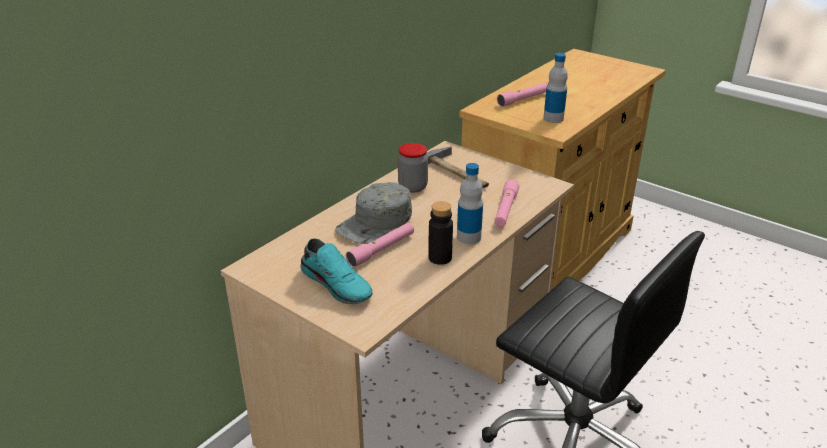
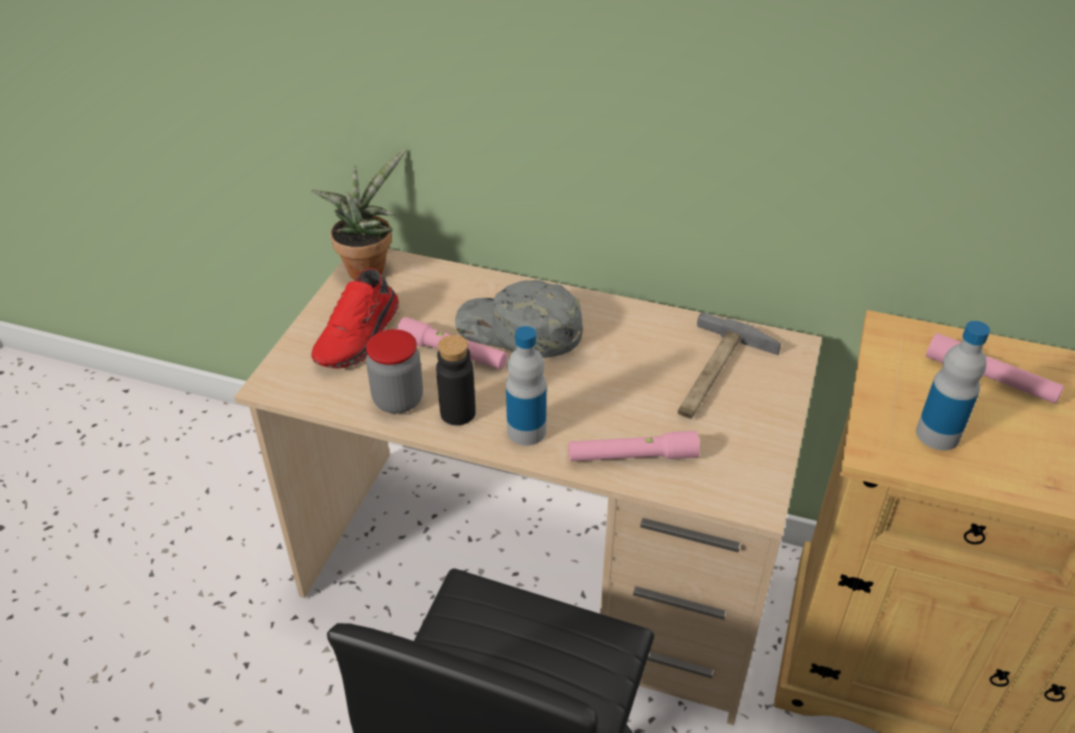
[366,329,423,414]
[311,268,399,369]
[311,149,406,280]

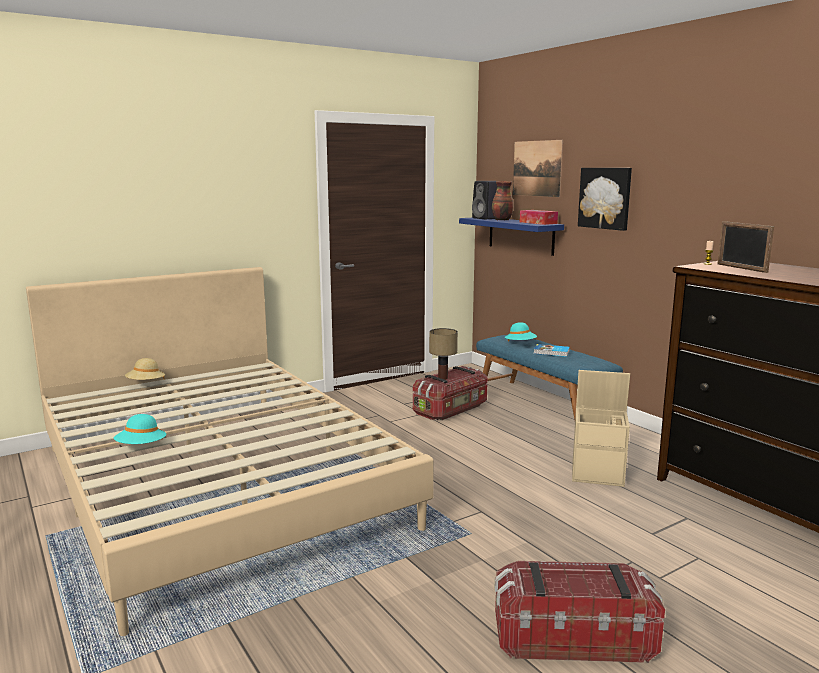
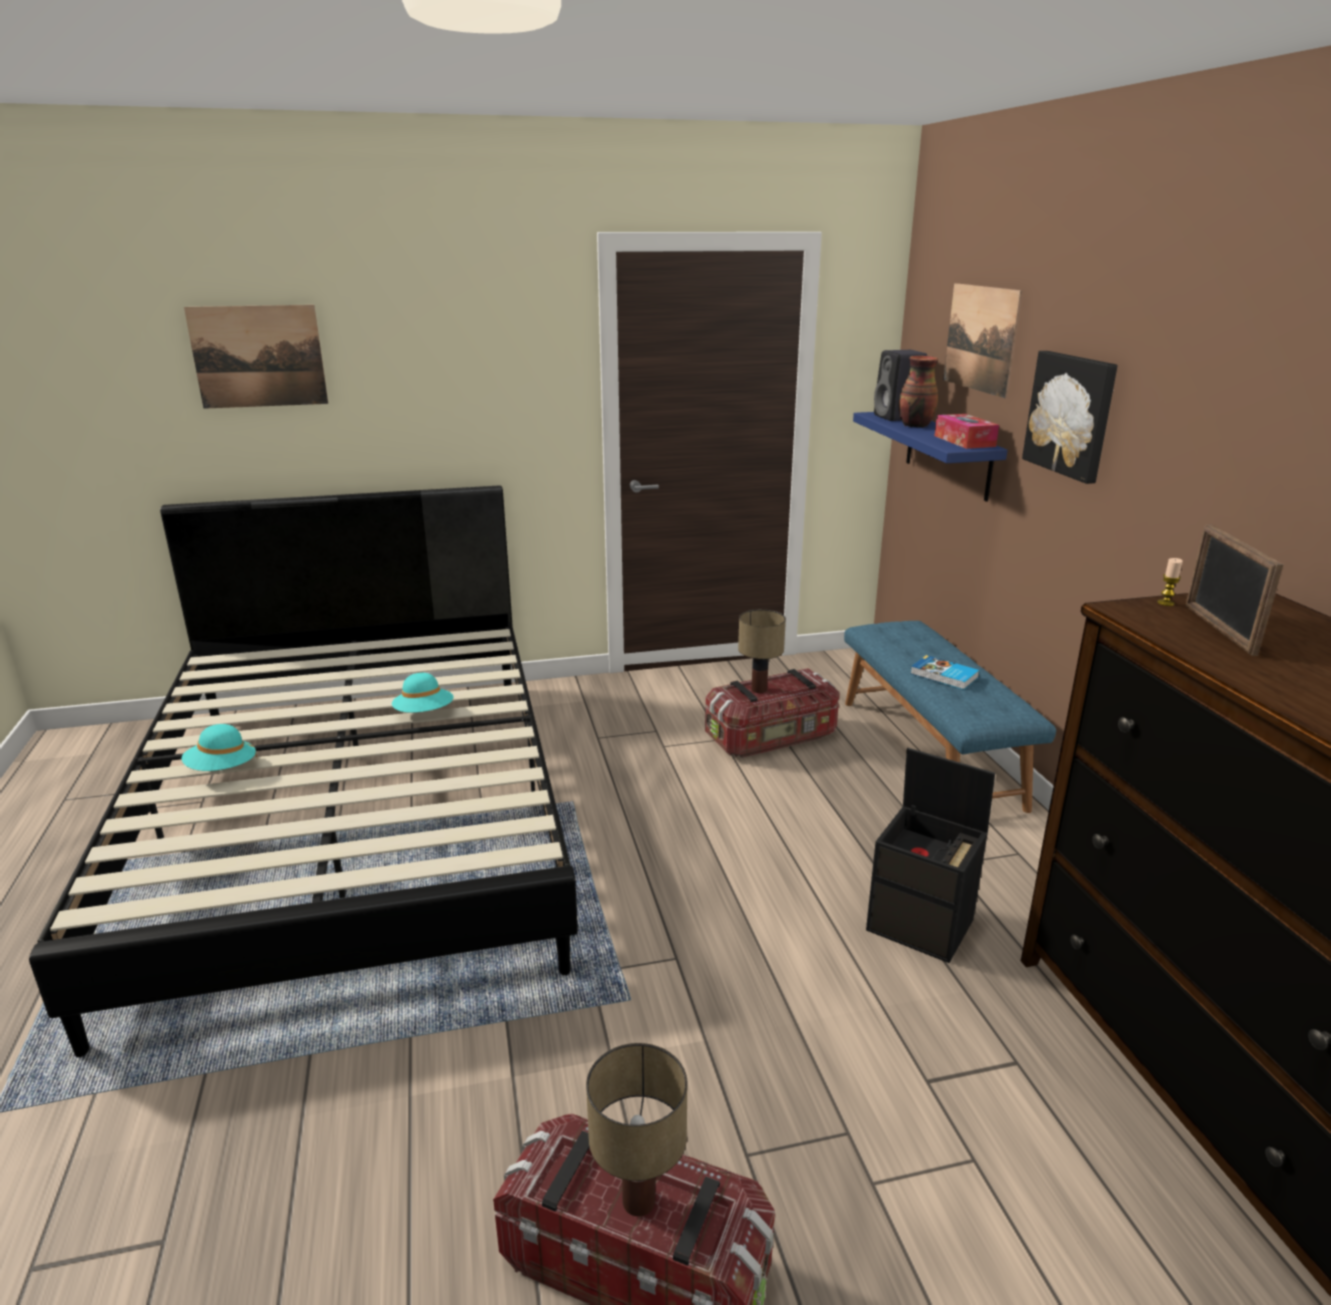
[29,485,578,1057]
[392,673,453,713]
[125,358,165,380] (first image)
[866,748,995,963]
[184,305,328,409]
[586,1043,688,1216]

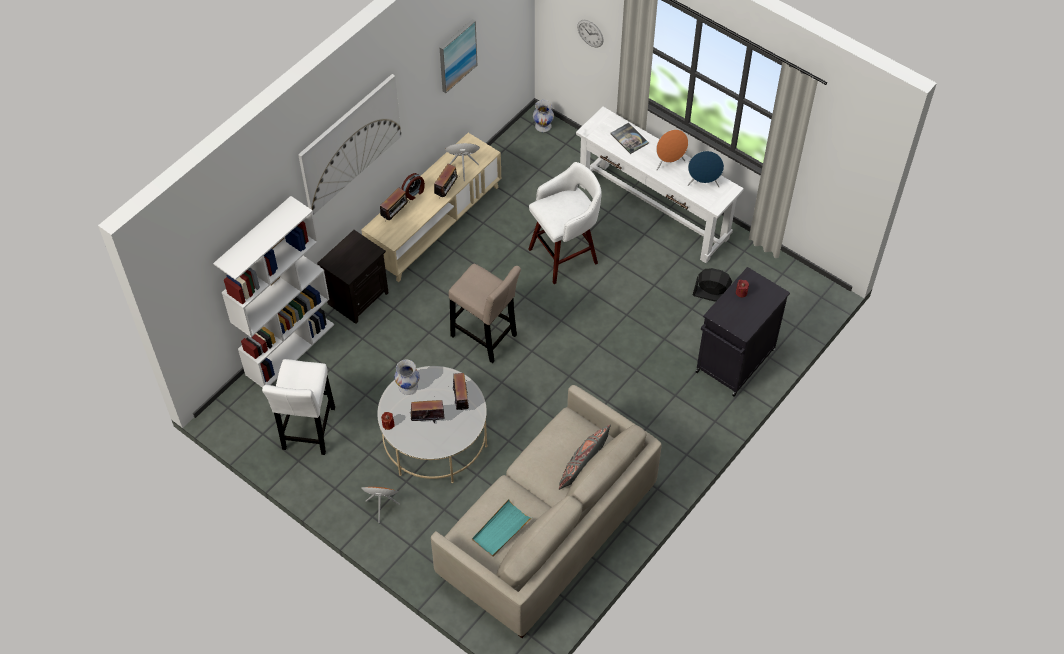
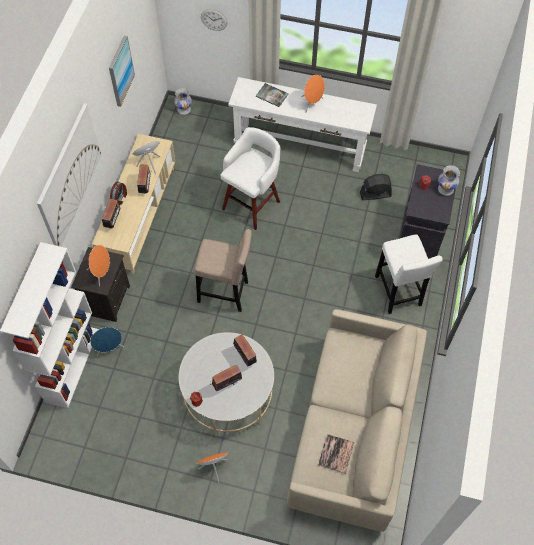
[90,327,124,356]
[375,234,443,314]
[438,165,460,196]
[559,425,611,490] (first image)
[318,434,354,474]
[87,245,111,287]

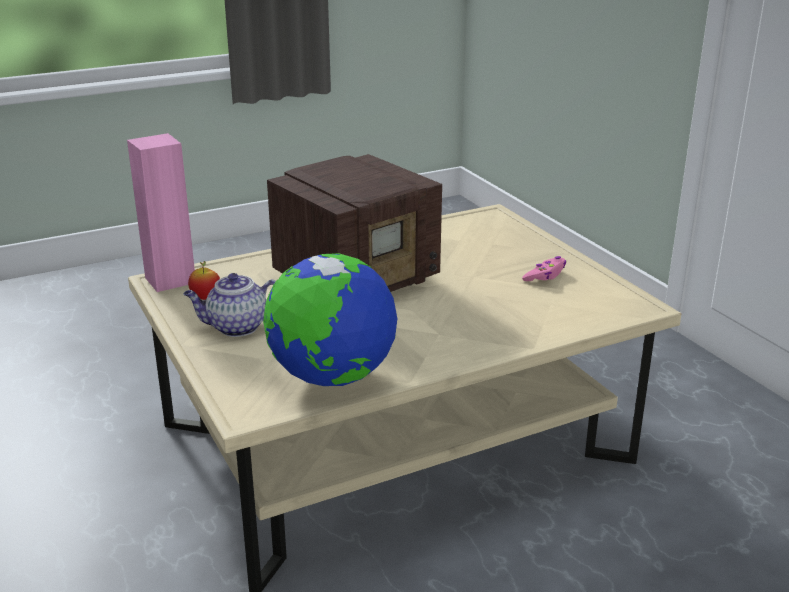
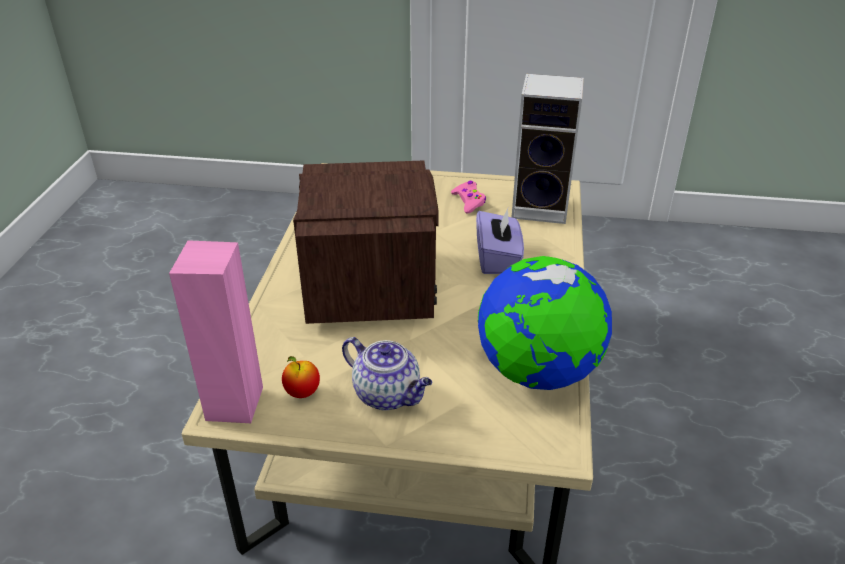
[342,337,432,410]
[512,74,584,224]
[476,208,524,274]

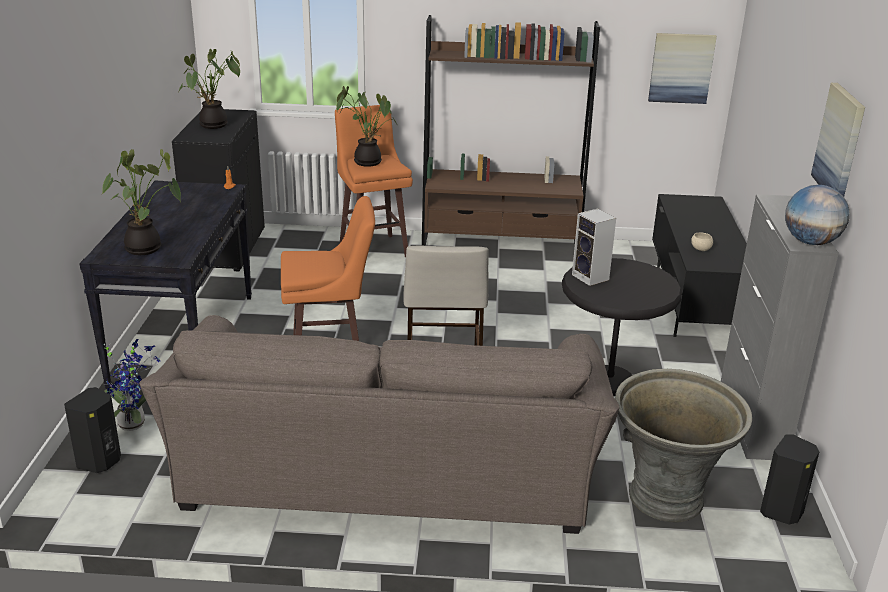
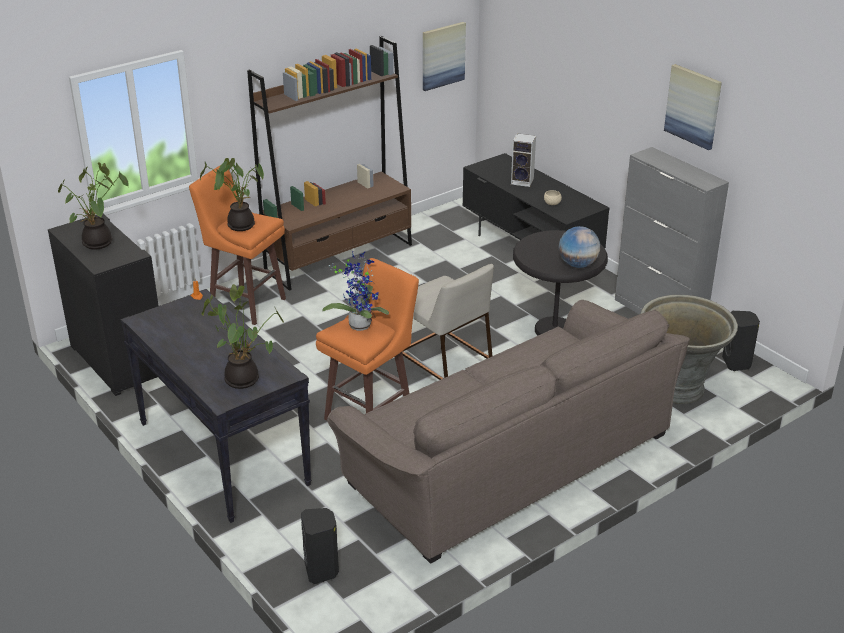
[559,226,600,268]
[511,133,536,187]
[322,252,389,331]

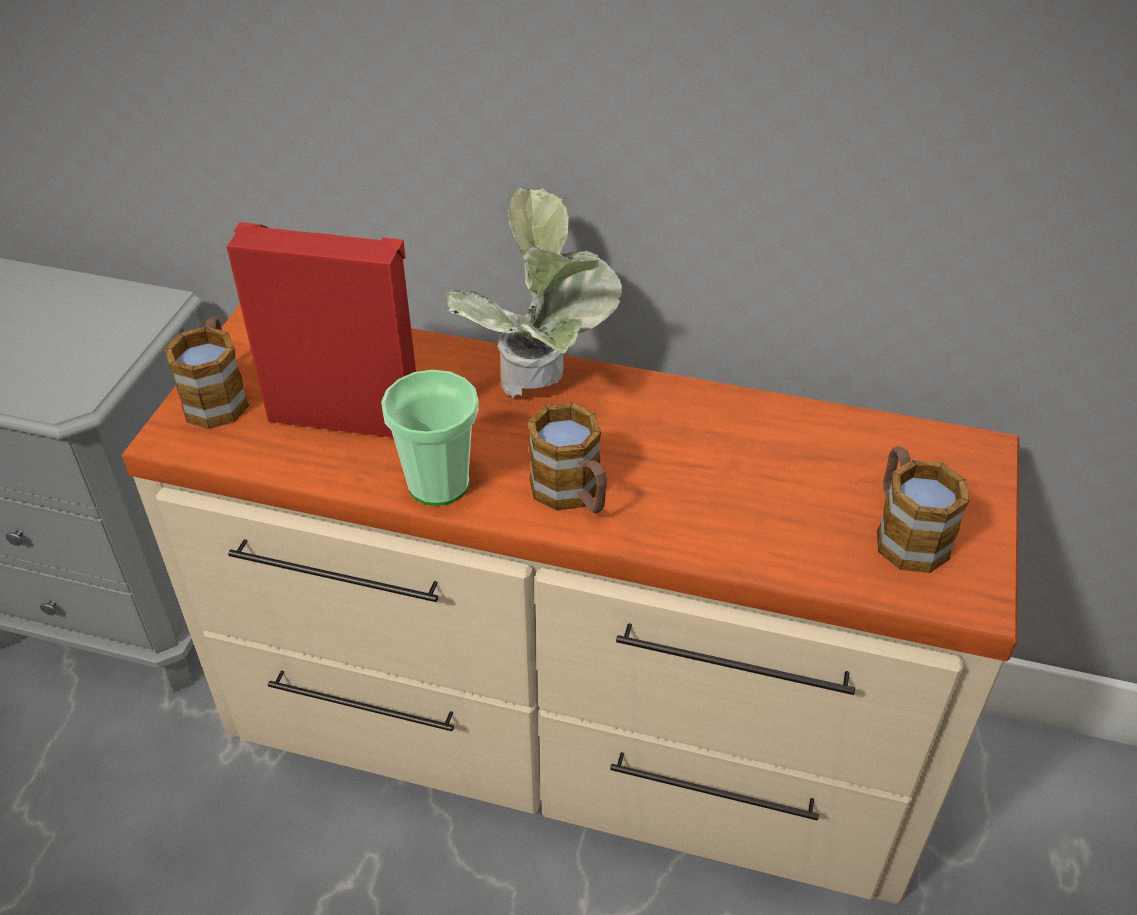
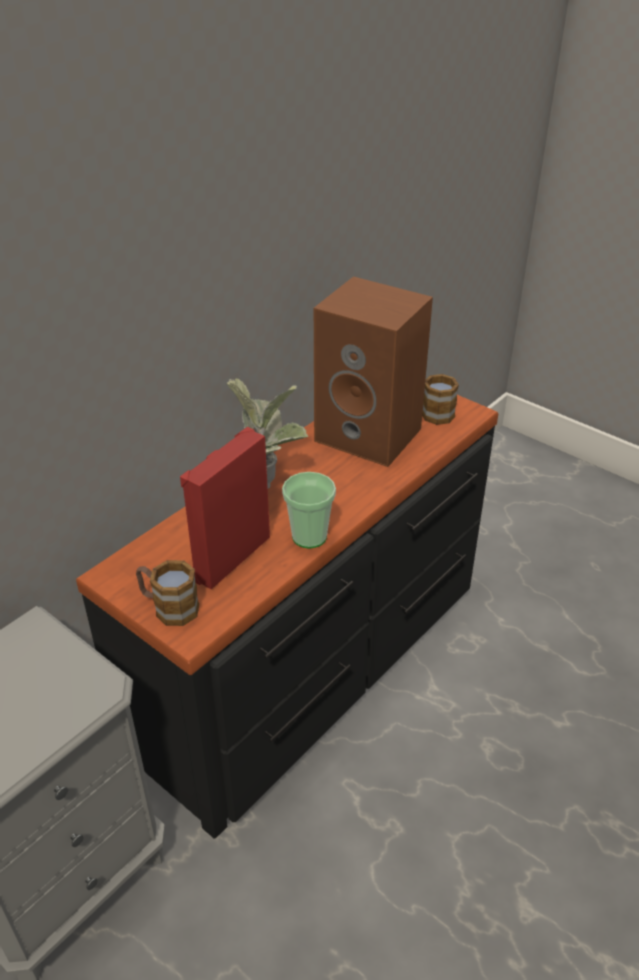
[76,395,498,839]
[528,402,607,513] (first image)
[314,277,433,467]

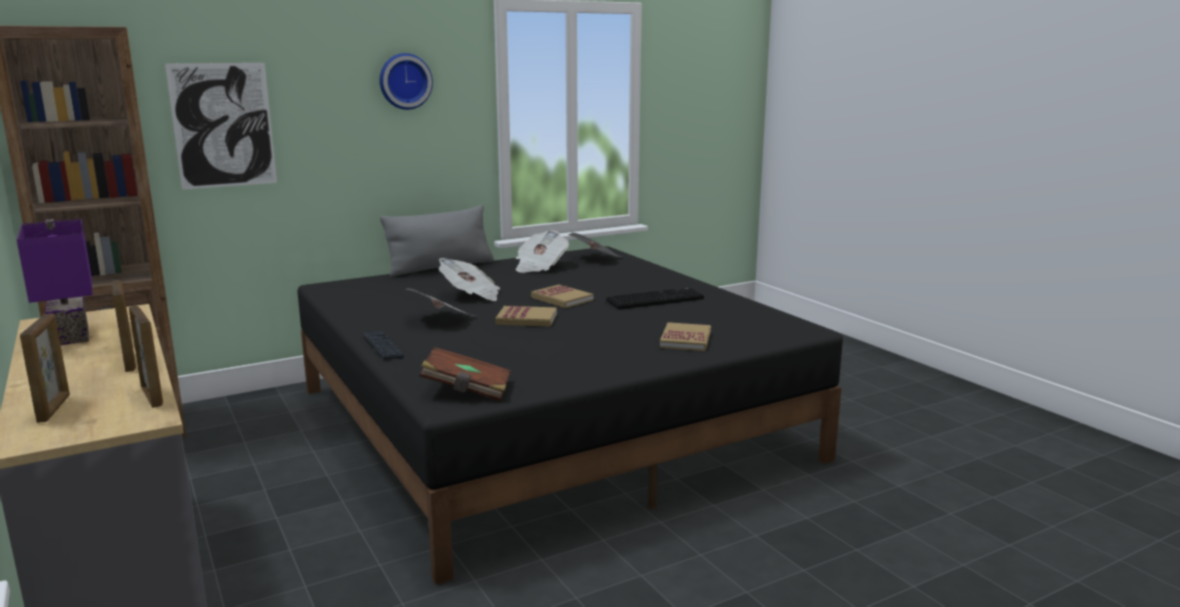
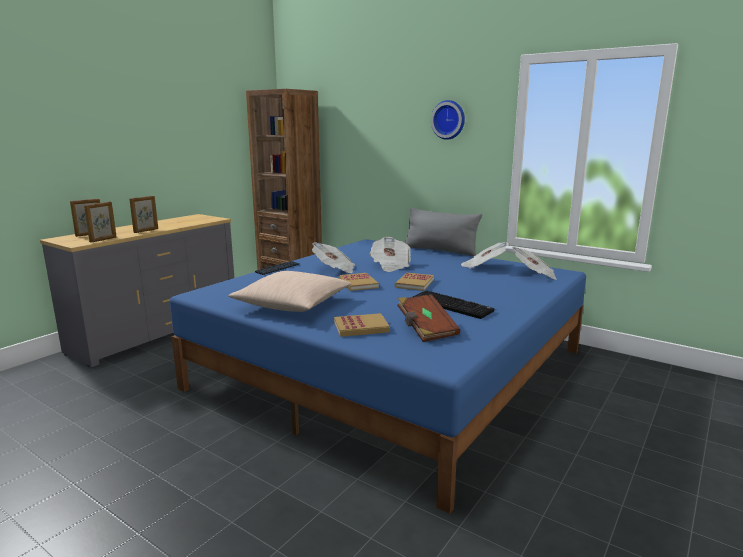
[165,63,277,190] (first image)
[17,219,93,345] (first image)
[170,239,586,514]
[397,294,460,342]
[229,271,351,312]

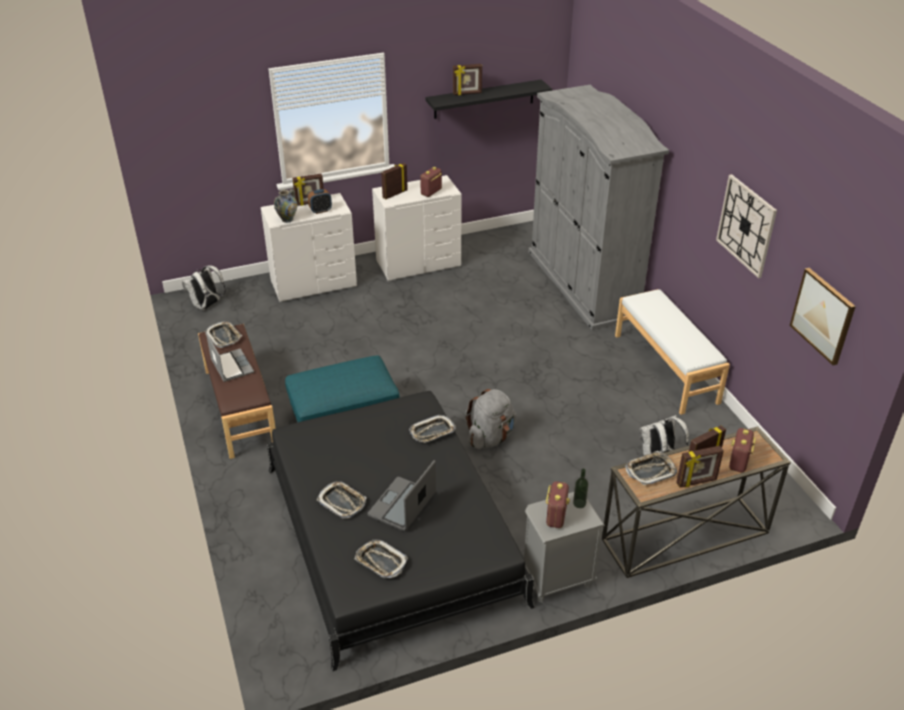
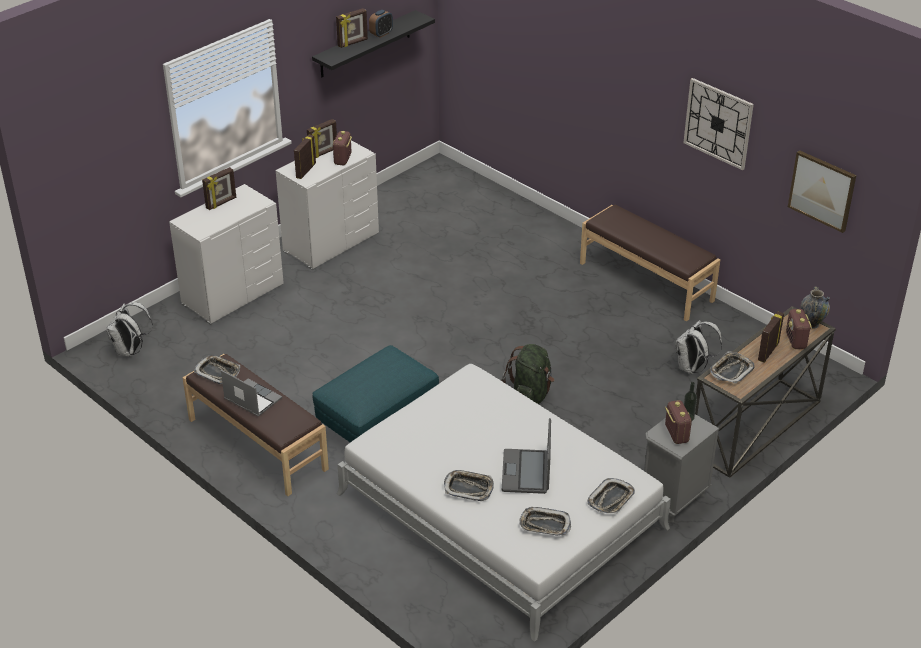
[528,85,669,330] (first image)
[801,286,830,329]
[369,10,393,38]
[580,205,720,321]
[501,344,555,404]
[337,364,671,642]
[588,478,635,513]
[307,119,337,158]

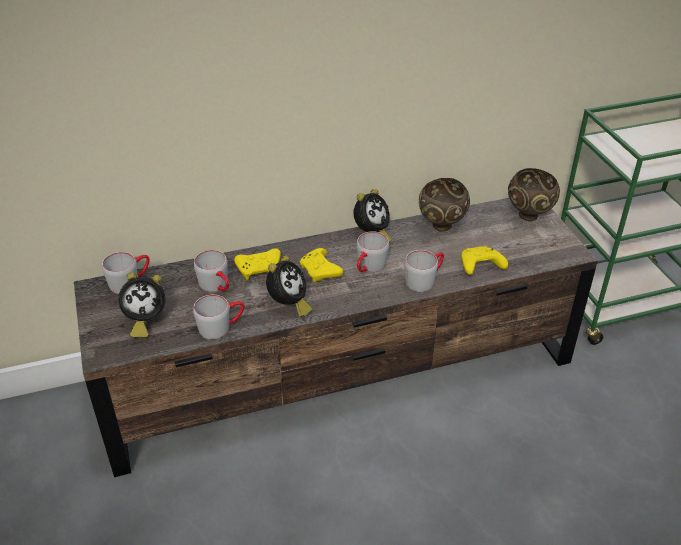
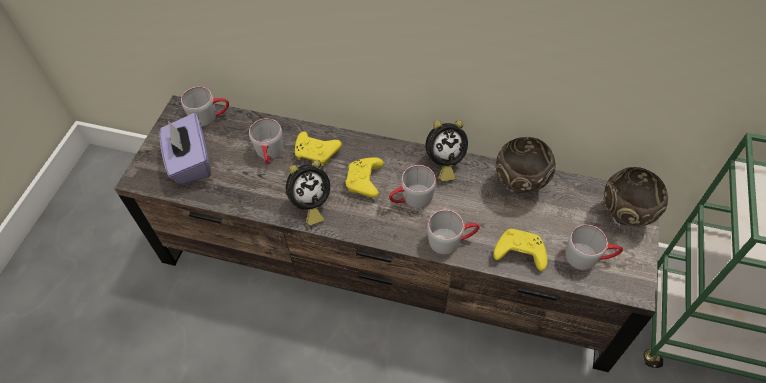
[160,113,211,184]
[566,225,623,270]

